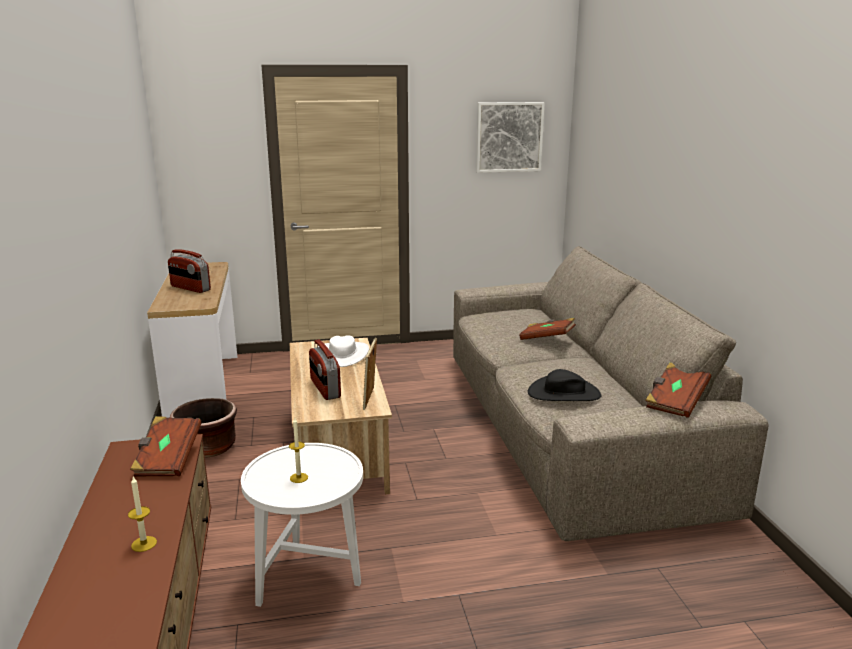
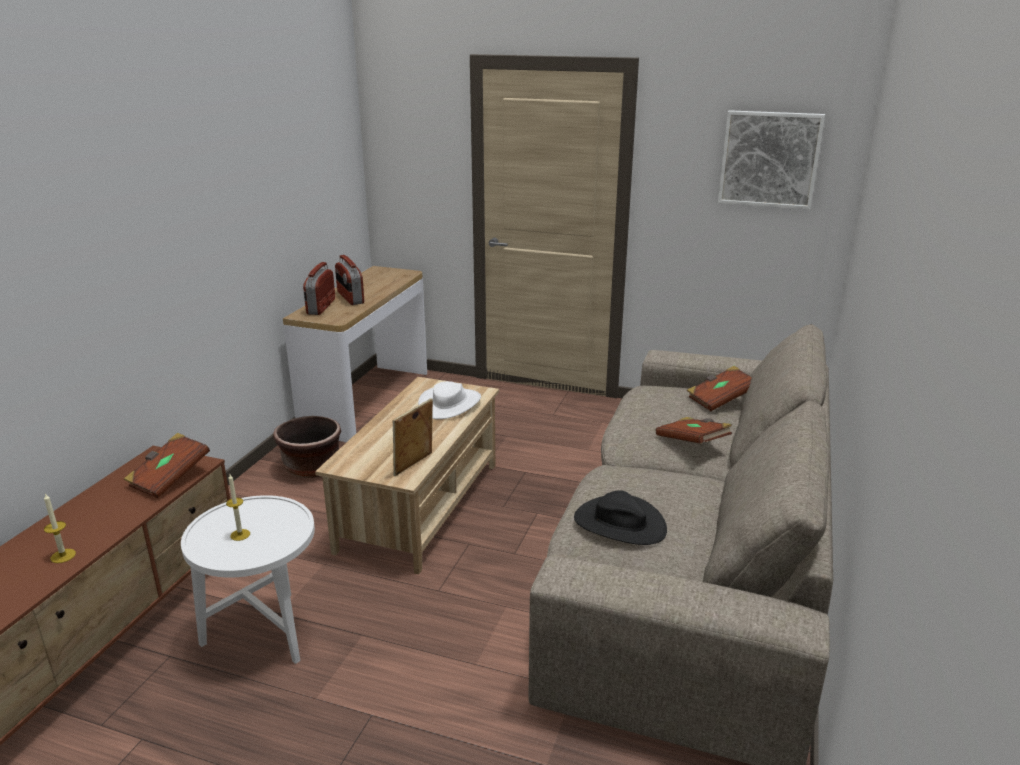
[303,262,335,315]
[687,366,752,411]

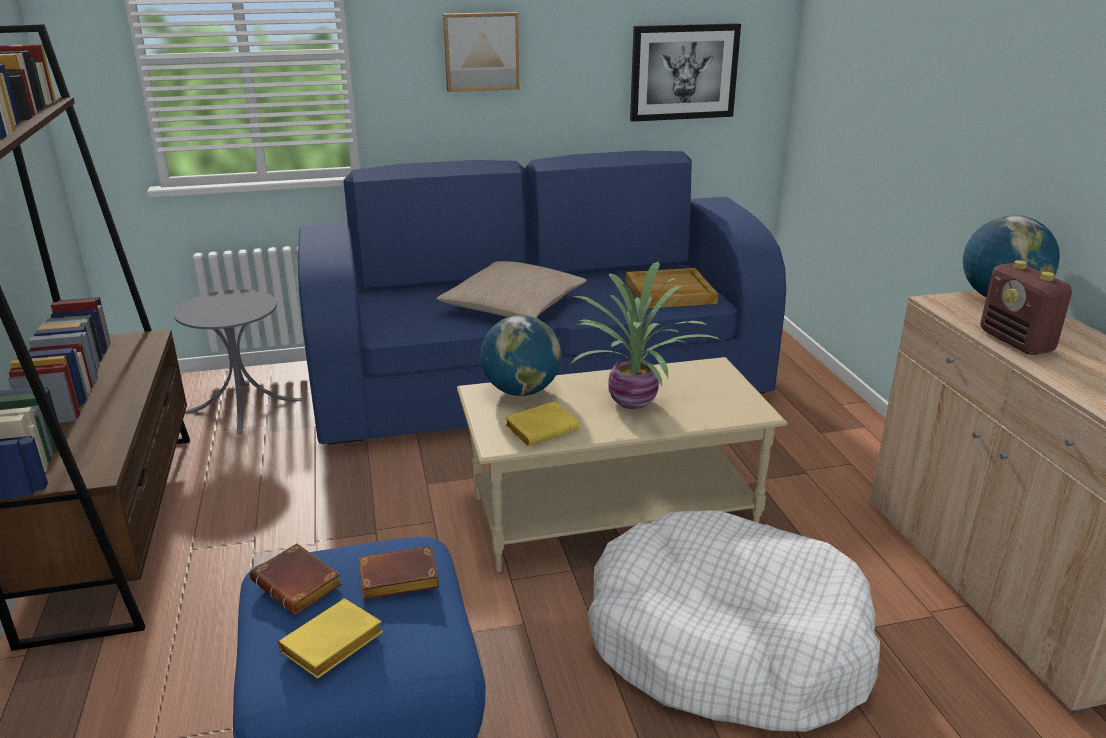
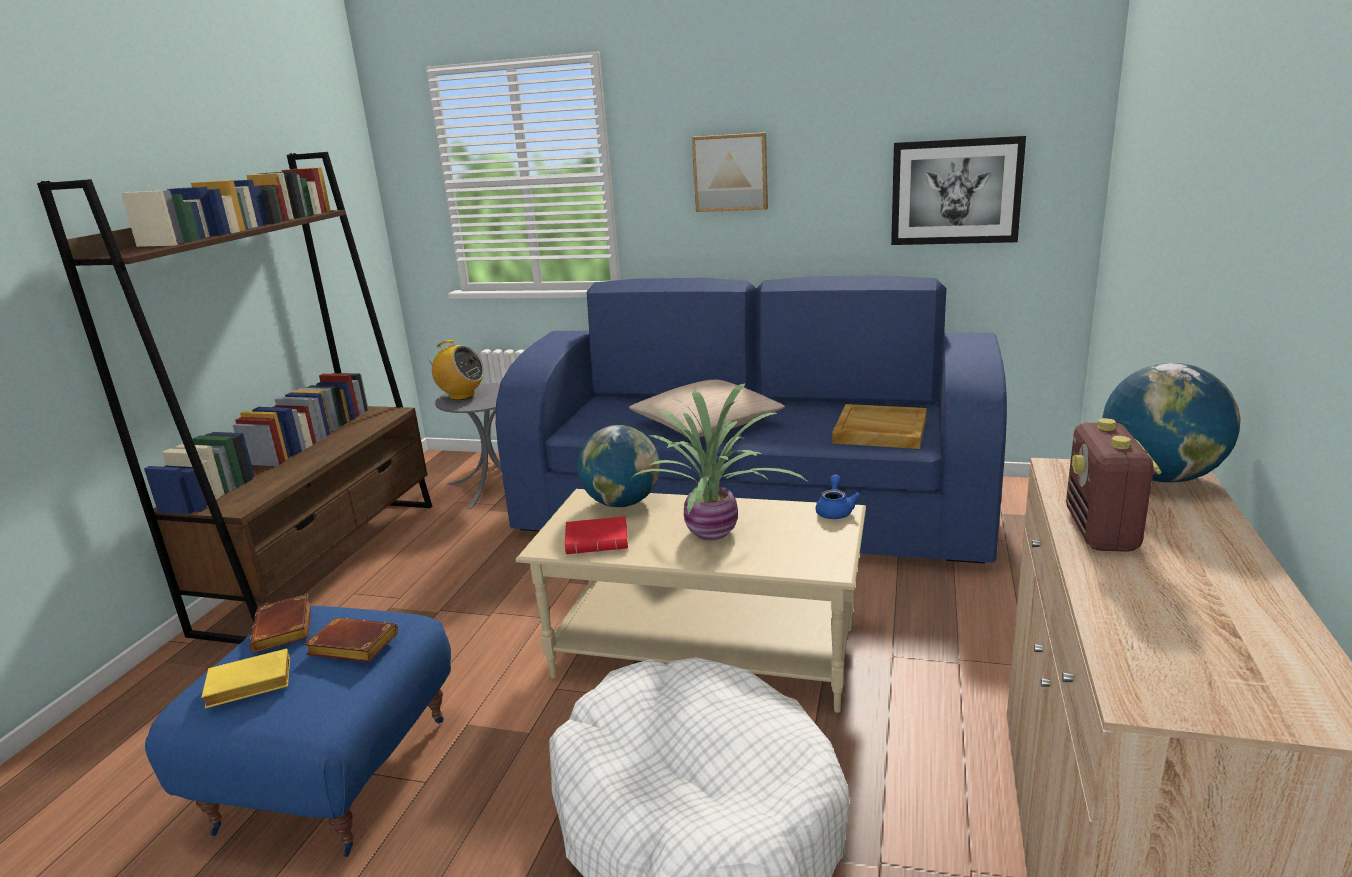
[565,516,628,554]
[424,340,484,400]
[816,475,860,519]

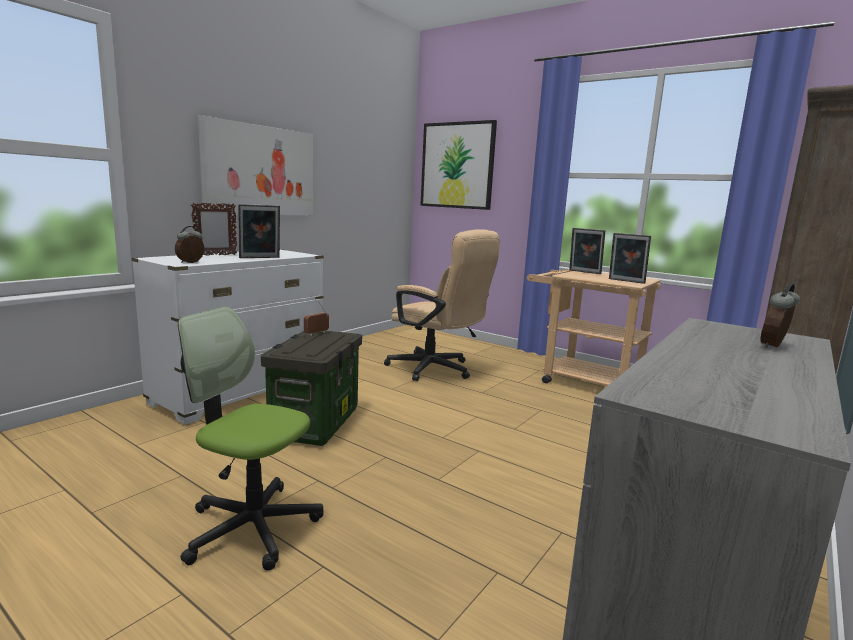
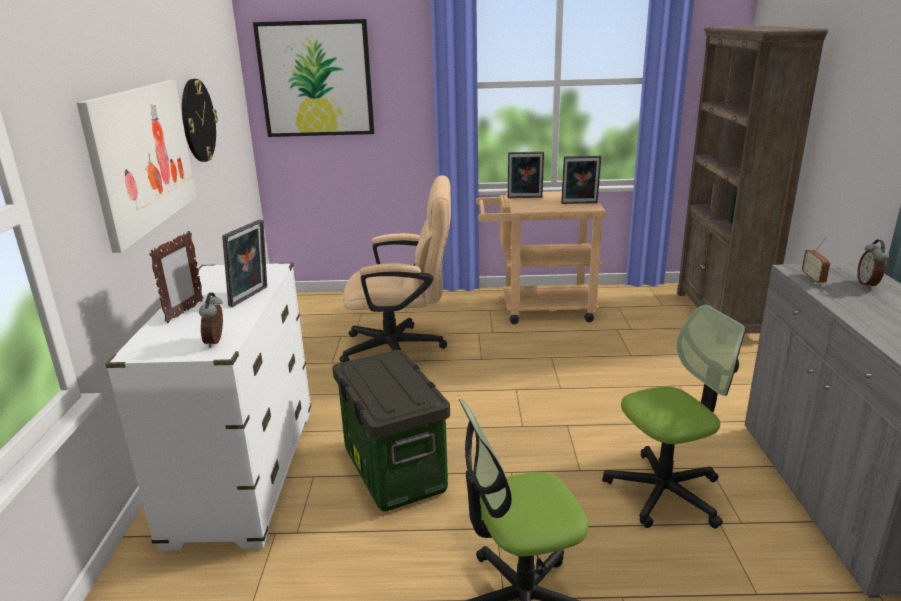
[802,236,830,284]
[182,79,218,162]
[602,305,745,529]

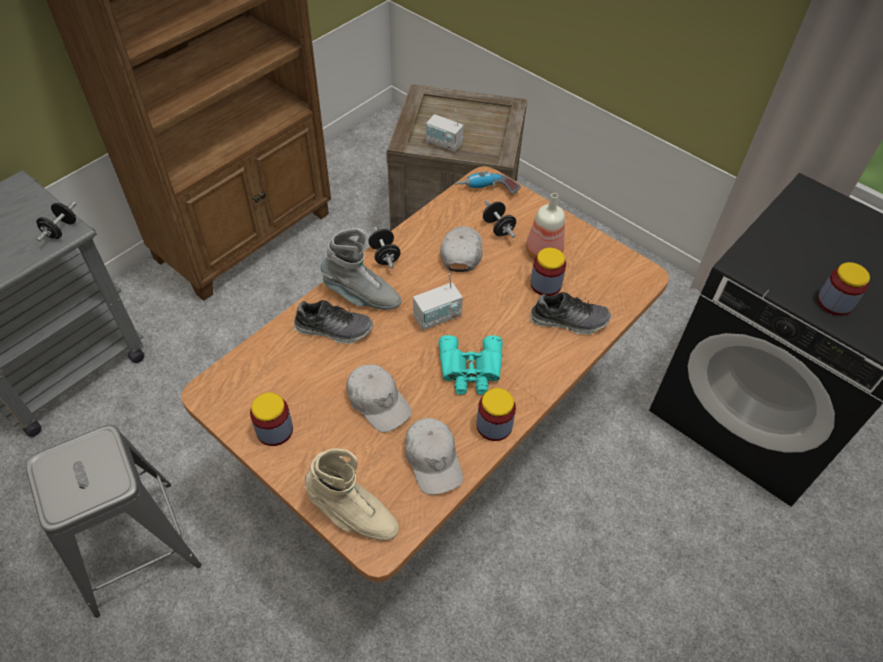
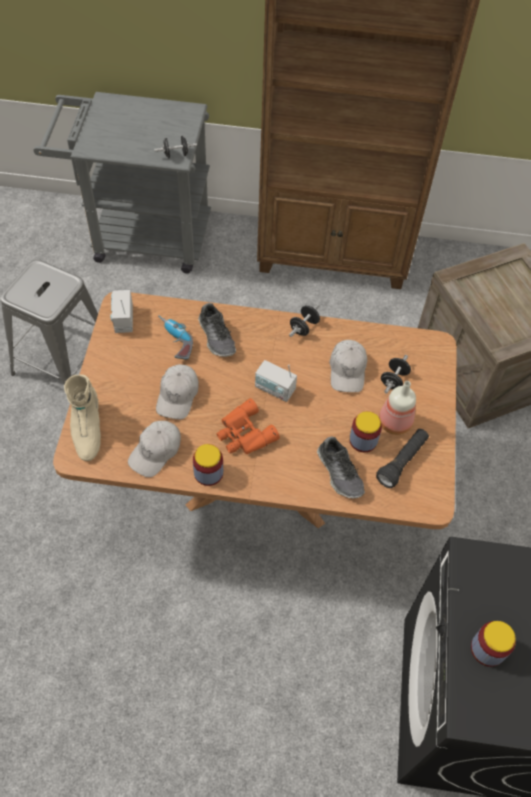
[110,290,133,333]
[158,315,193,359]
[330,340,367,392]
[321,228,402,310] (first image)
[217,398,280,454]
[250,392,293,446] (first image)
[376,429,429,488]

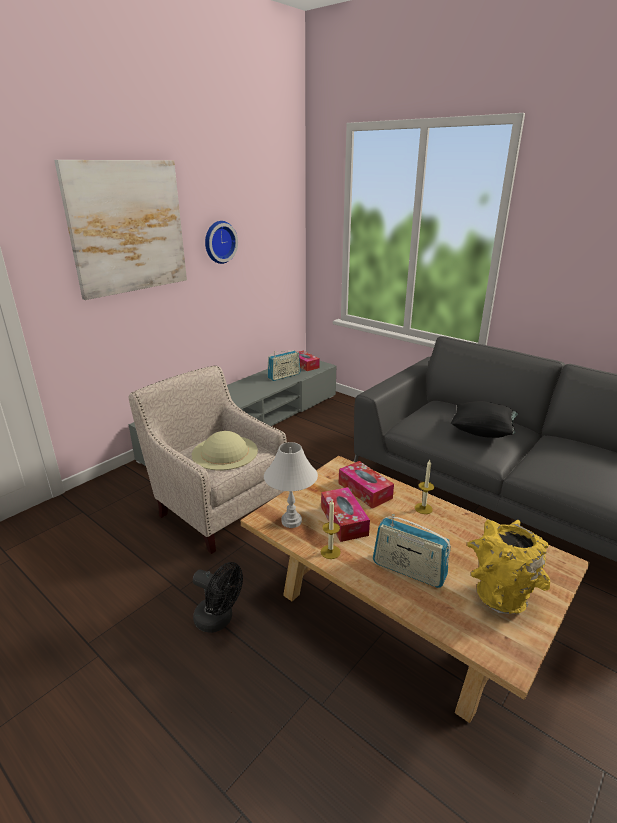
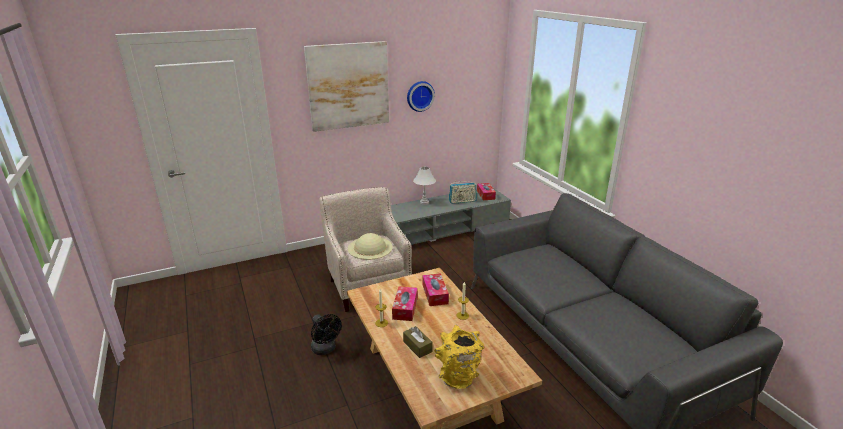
[451,401,518,438] (first image)
[413,167,436,205]
[403,326,433,358]

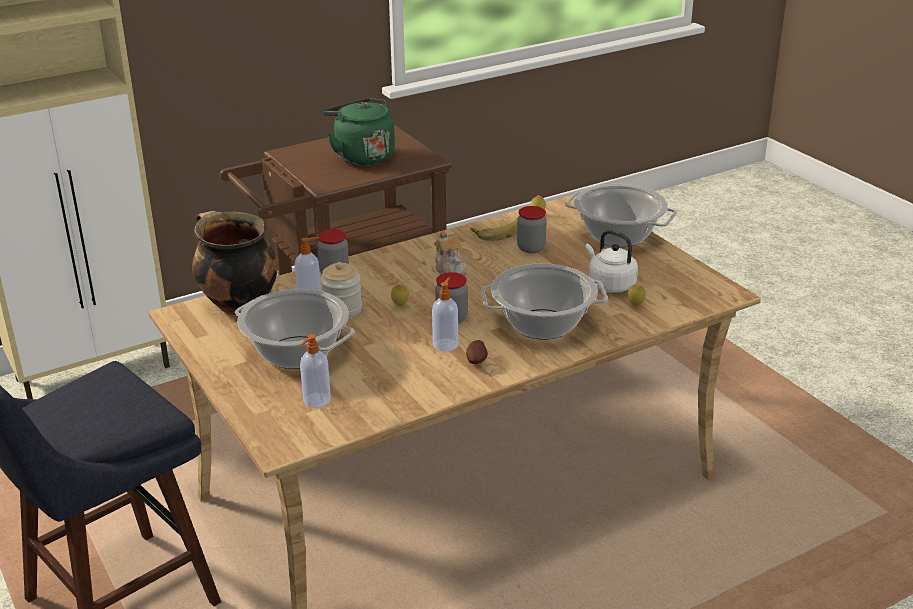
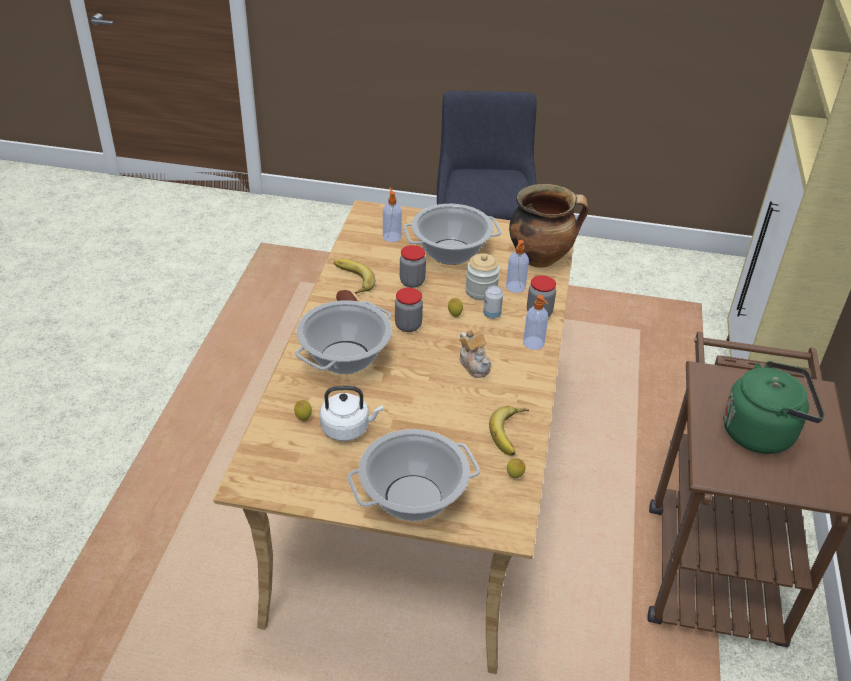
[400,245,426,288]
[459,330,492,378]
[523,295,548,350]
[334,259,375,294]
[483,286,503,319]

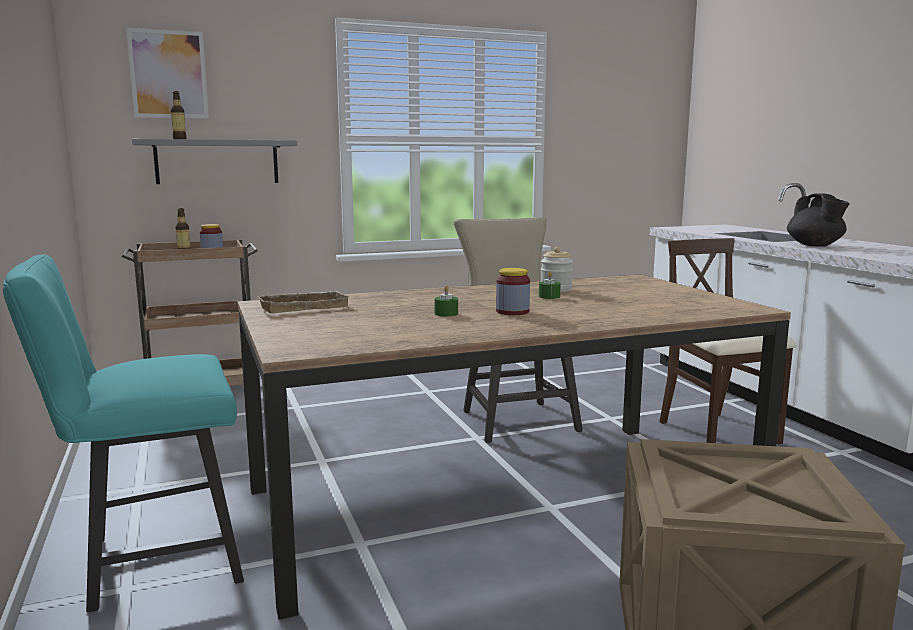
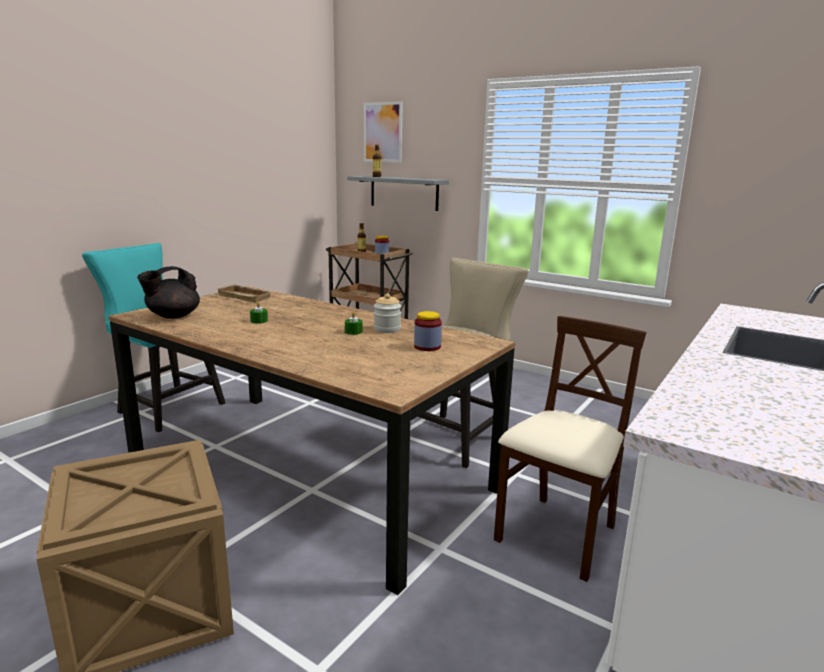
[137,266,200,319]
[414,311,442,351]

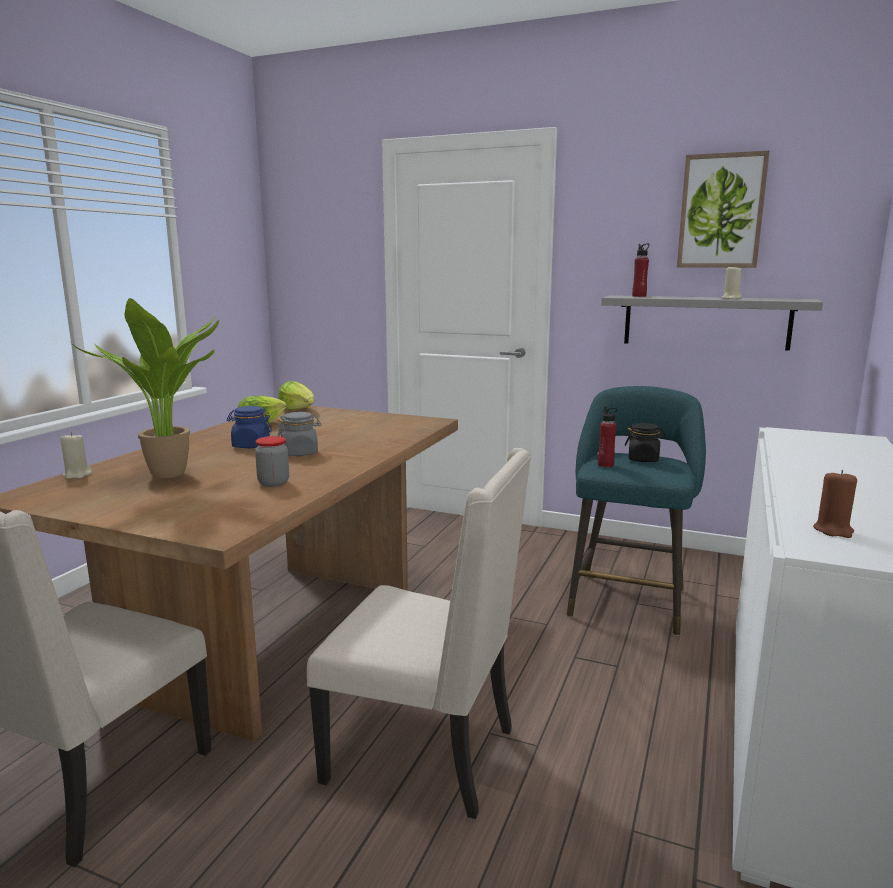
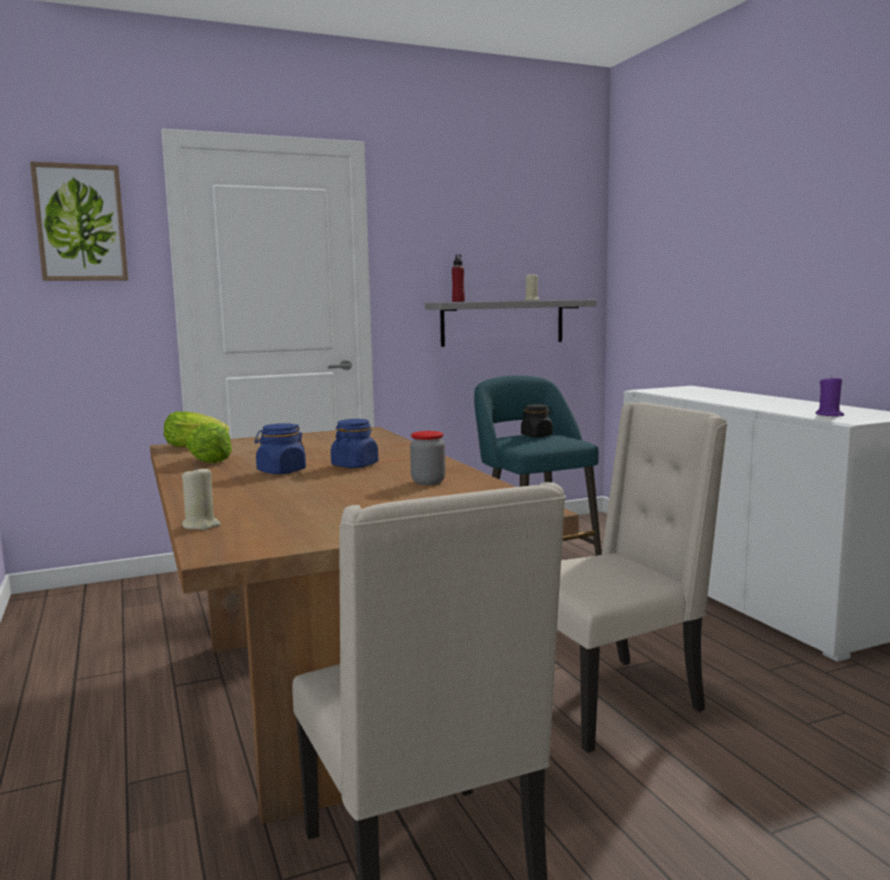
[30,162,128,281]
[71,298,219,479] (first image)
[598,406,617,467] (first image)
[331,419,378,468]
[815,375,844,417]

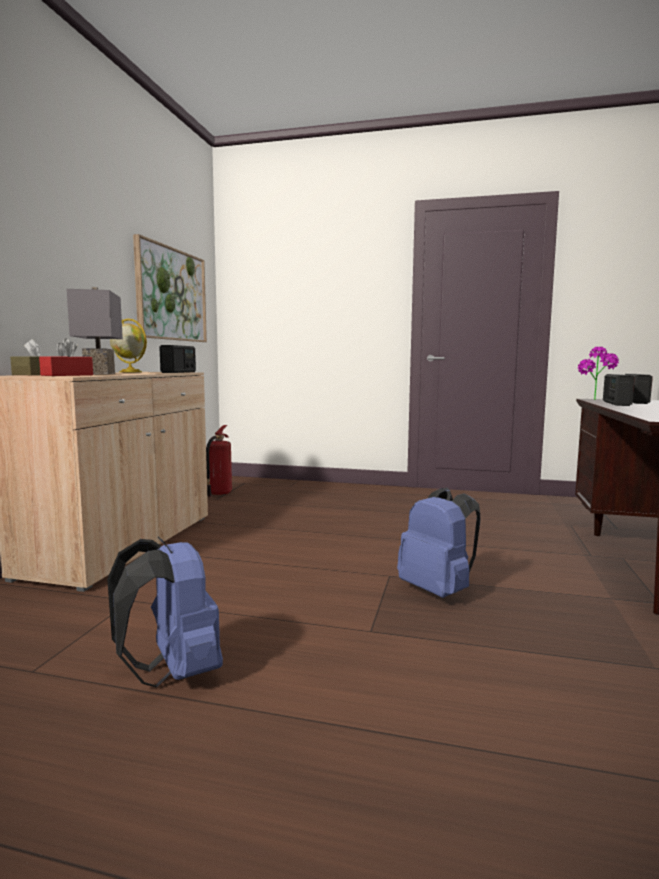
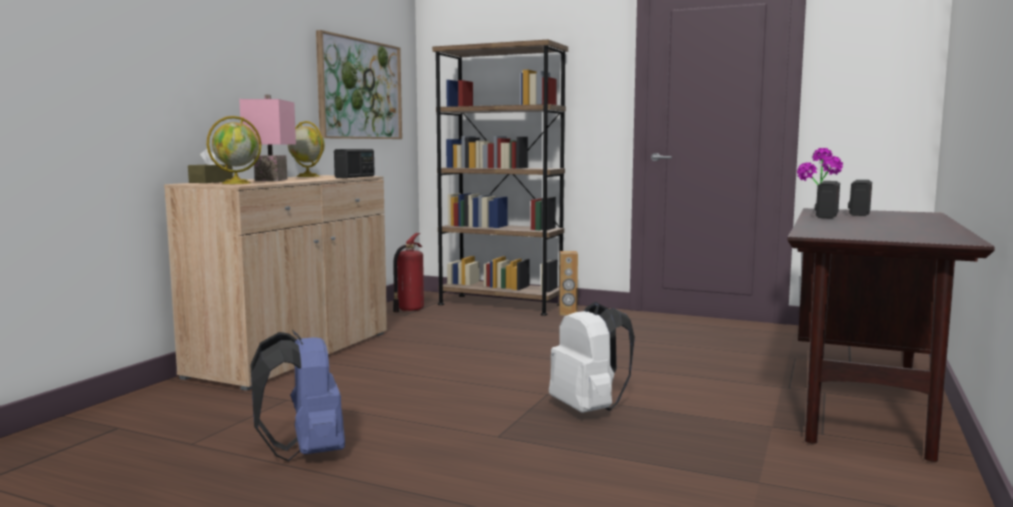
[239,95,296,181]
[207,116,261,184]
[549,302,635,413]
[432,39,568,316]
[559,251,578,316]

